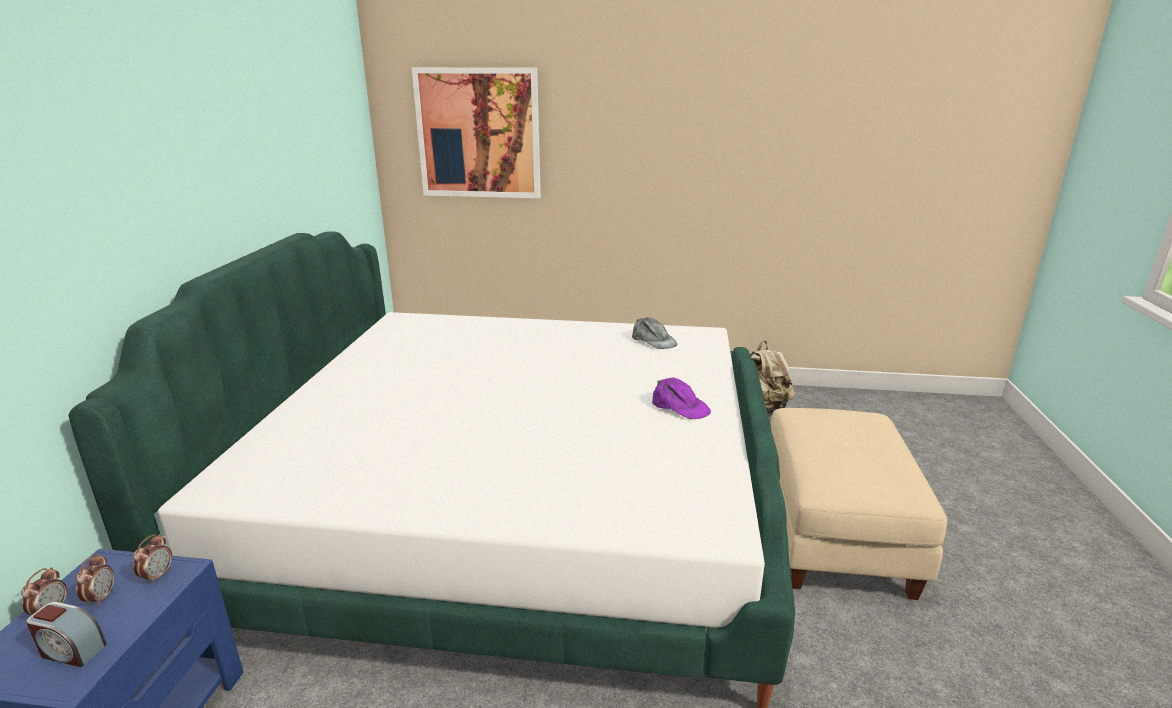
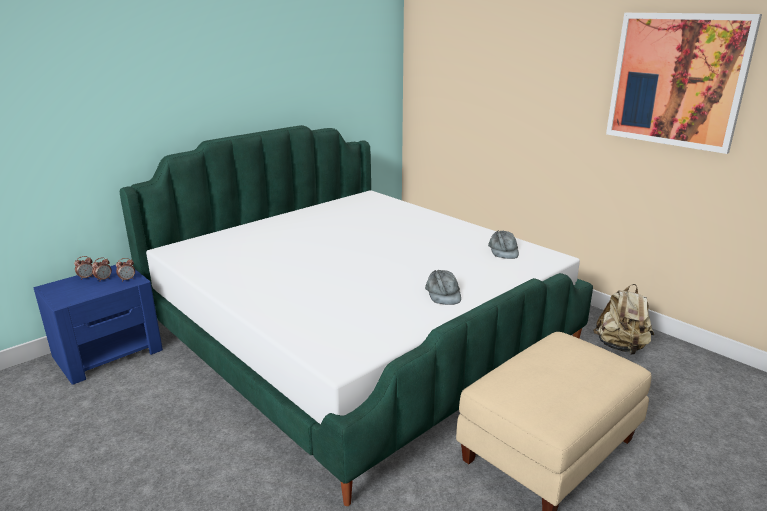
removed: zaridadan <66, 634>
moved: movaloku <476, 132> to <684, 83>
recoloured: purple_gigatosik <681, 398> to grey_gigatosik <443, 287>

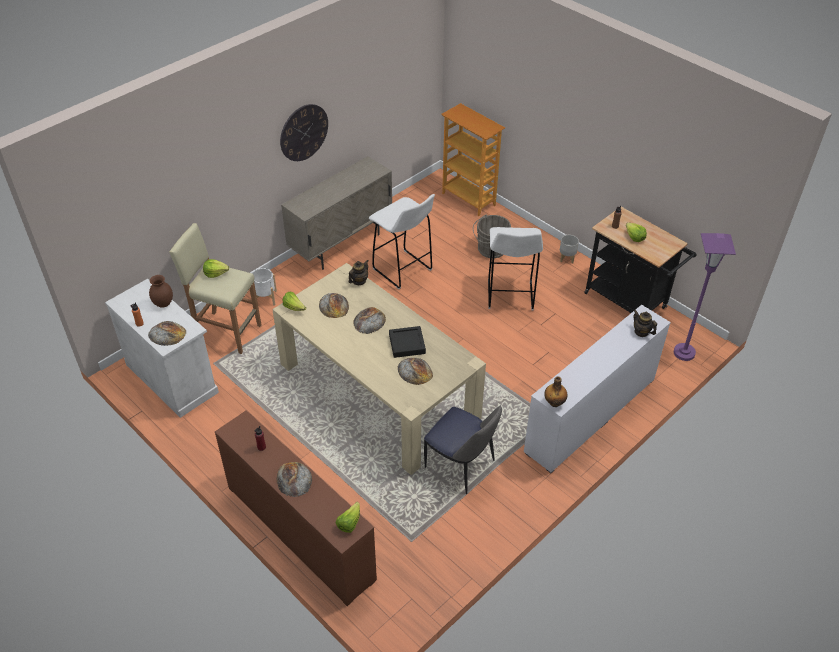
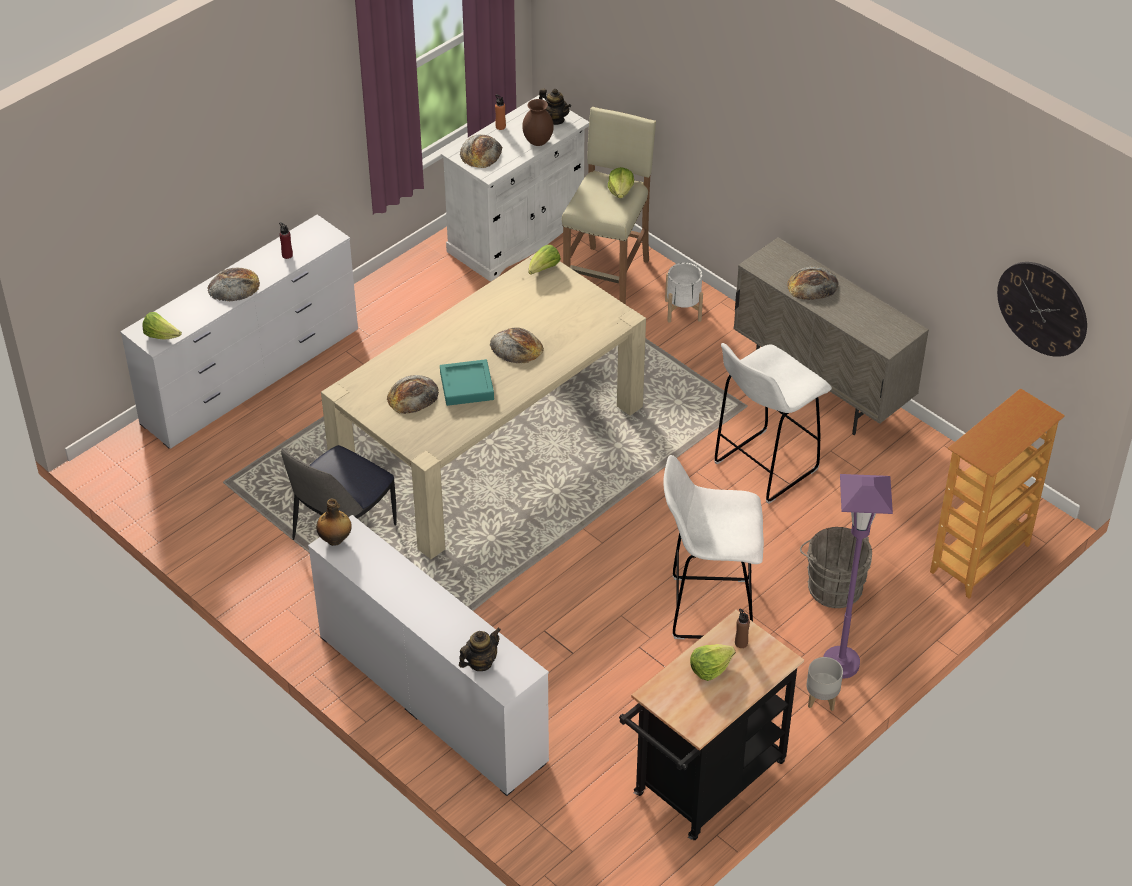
moved: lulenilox <304, 132> to <1042, 309>; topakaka <334, 305> to <813, 283>; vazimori <358, 272> to <555, 106>; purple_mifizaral <705, 297> to <858, 576>
recoloured: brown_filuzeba <296, 508> to white_filuzeba <239, 332>; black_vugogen <407, 342> to turquoise_vugogen <467, 382>

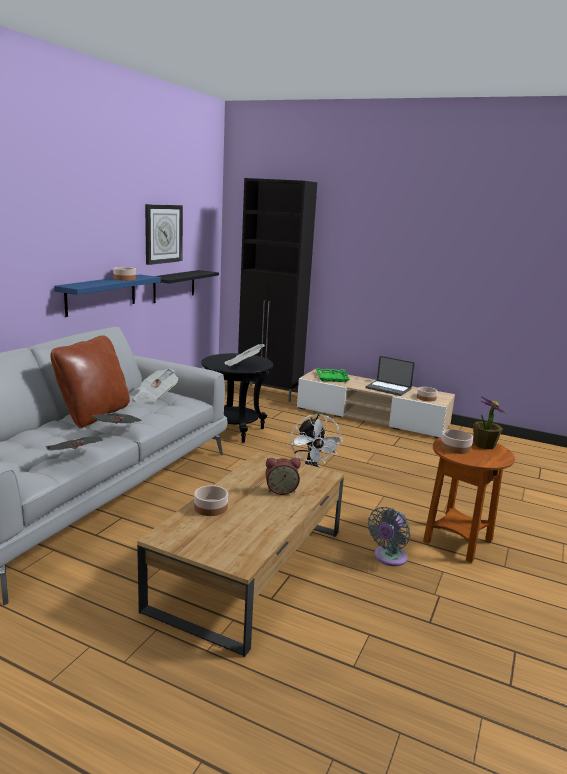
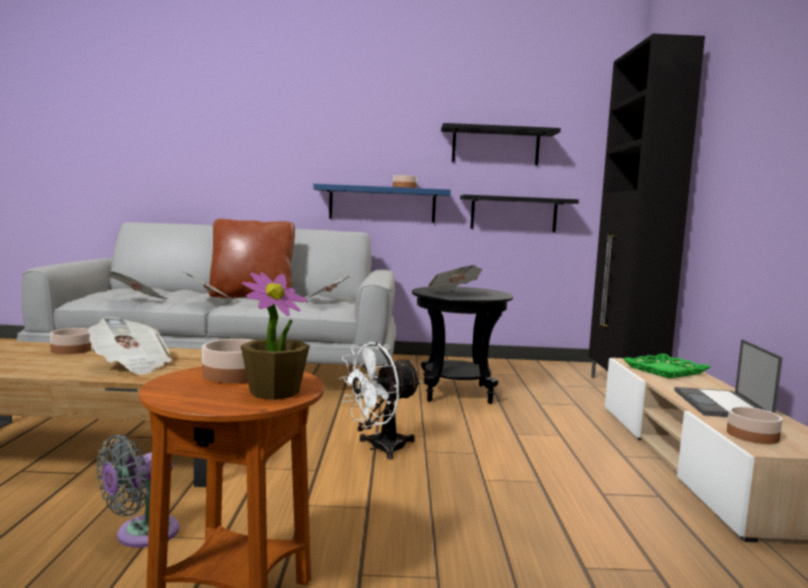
replaced: lulenilox <164, 234> to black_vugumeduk <501, 144>; zaridadan <283, 476> to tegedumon <130, 346>
turned: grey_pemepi <389, 536> = <137, 491> 60 degrees counterclockwise

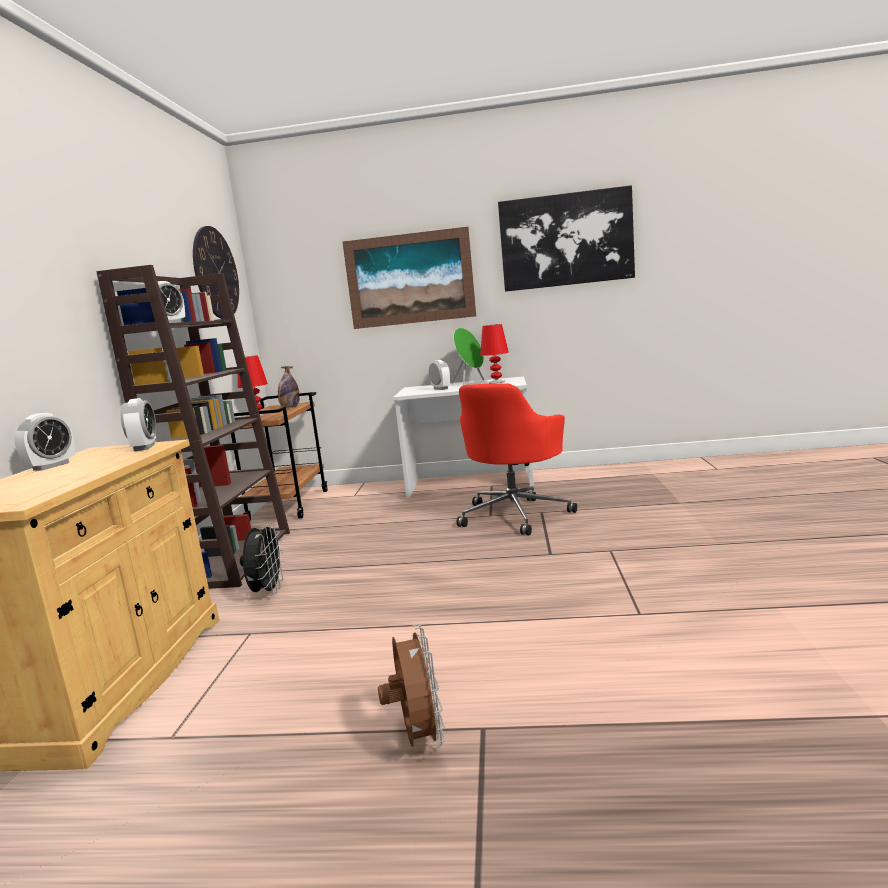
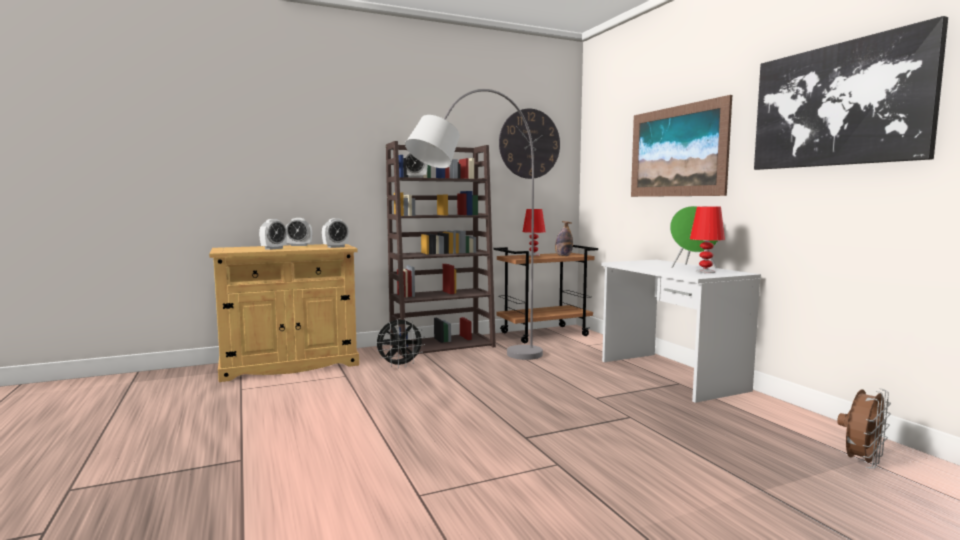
removed: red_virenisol <516, 459>
added: grey_mifizaral <474, 224>
moved: brown_pemepi <411, 686> to <864, 428>; zaridadan <439, 375> to <273, 234>

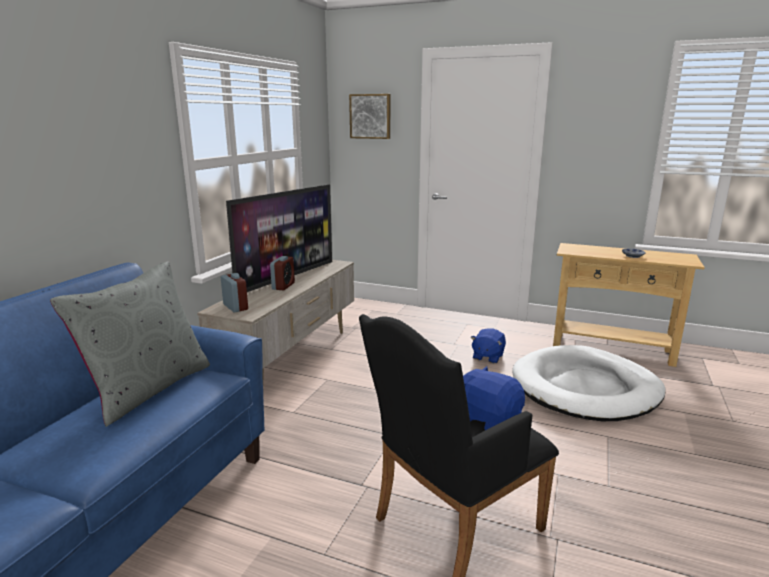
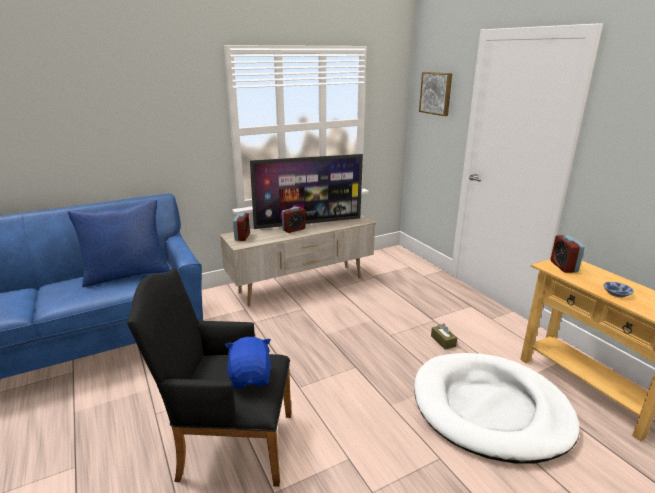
added: zaridadan <568, 254>
replaced: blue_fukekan <488, 346> to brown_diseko <444, 337>
recoloured: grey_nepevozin <130, 344> to blue_nepevozin <119, 243>

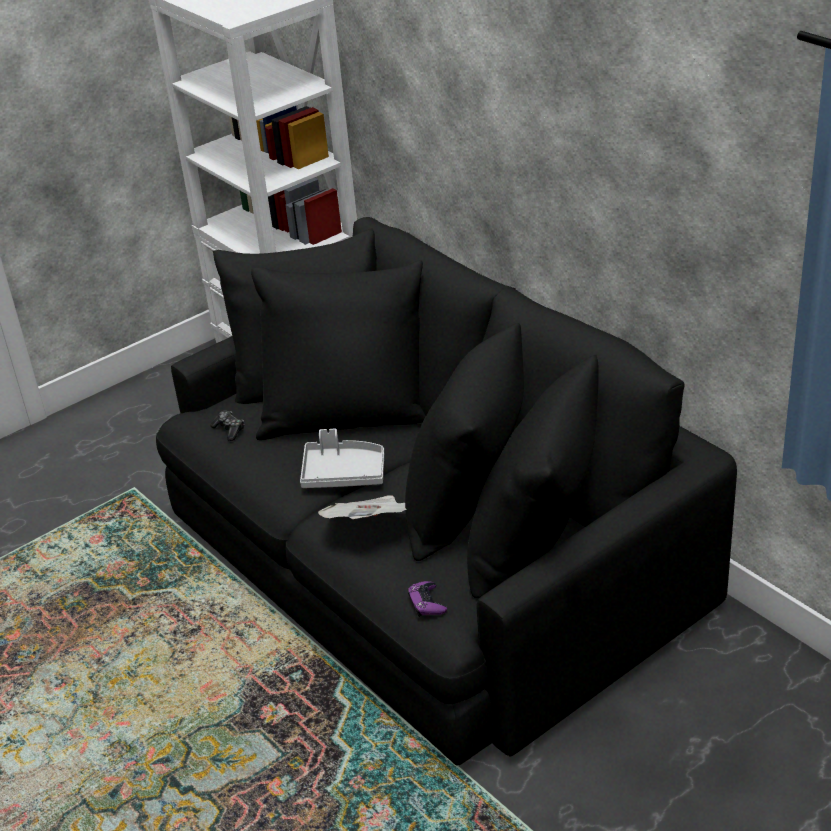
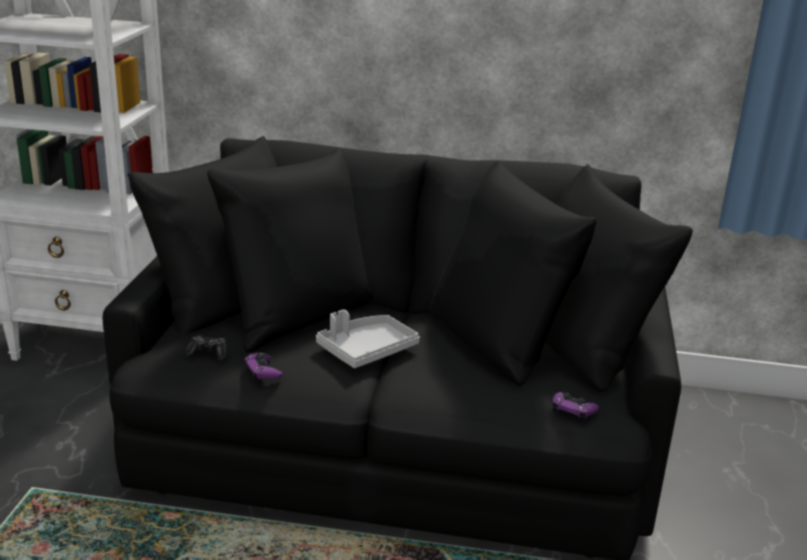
removed: tegedumon <362, 507>
added: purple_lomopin <263, 367>

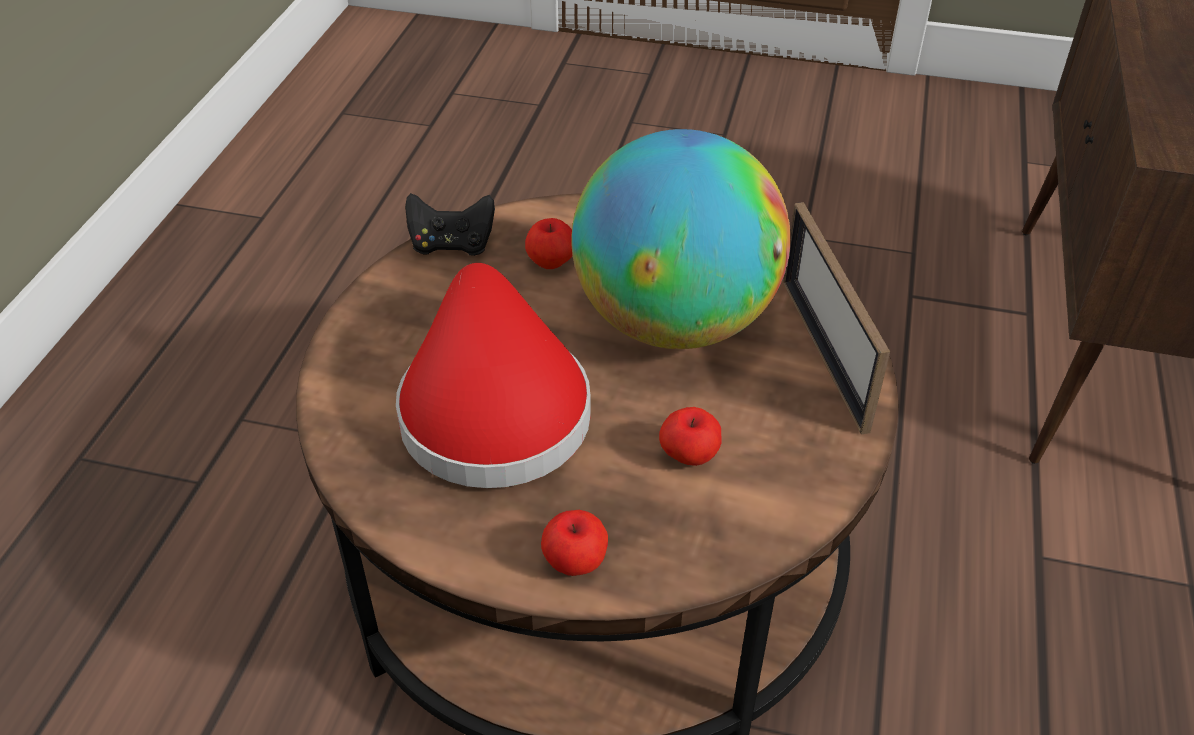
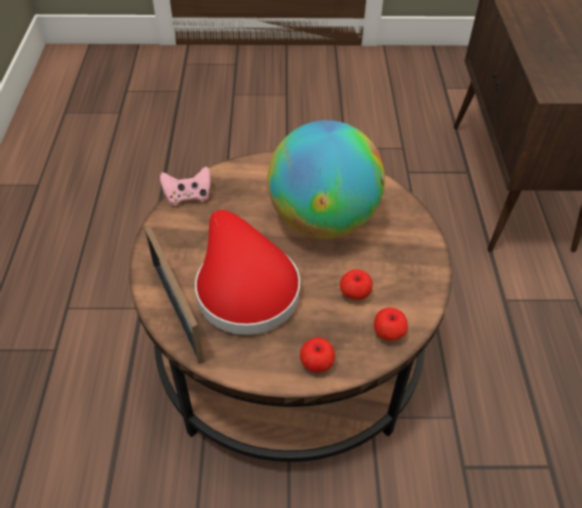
moved: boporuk <549, 243> to <391, 324>; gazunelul <836, 318> to <174, 295>
recoloured: black_lomopin <450, 224> to pink_lomopin <185, 185>

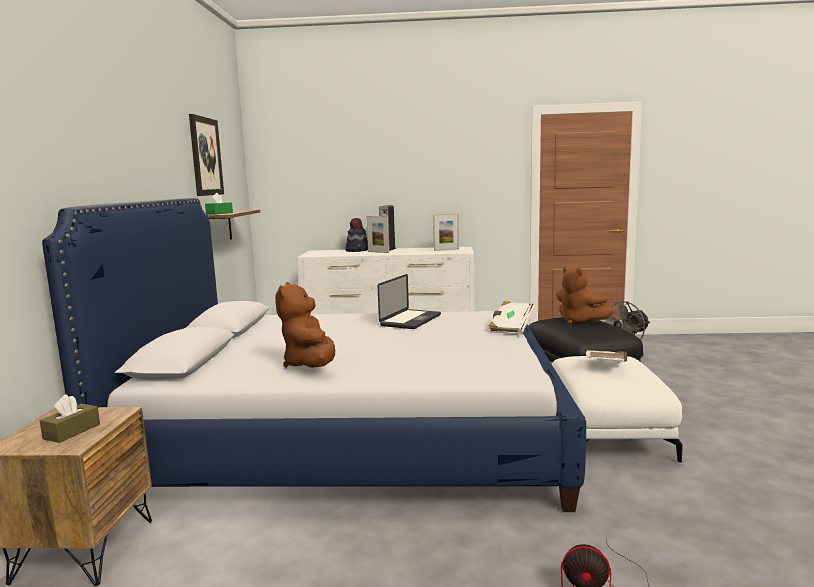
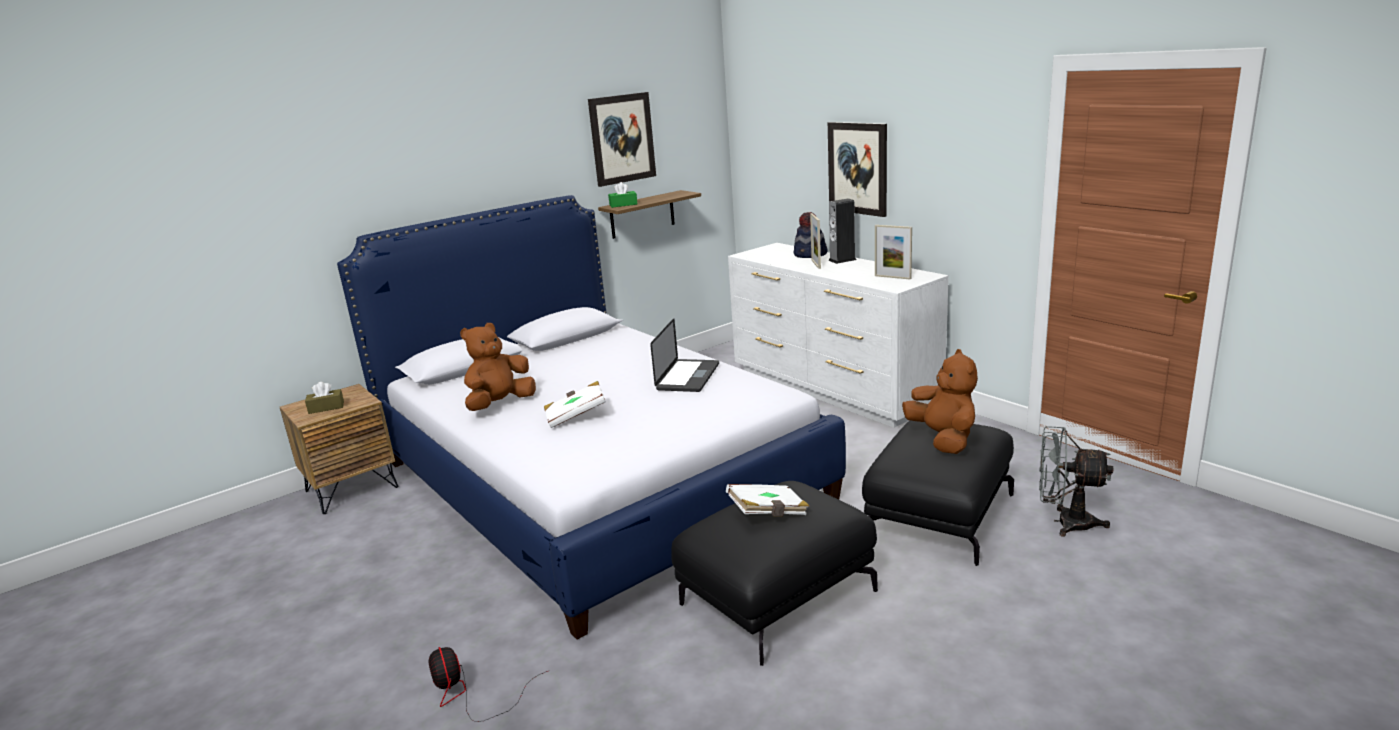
added: movaloku <857, 169>
moved: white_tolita <512, 317> to <575, 404>
recoloured: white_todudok <617, 409> to black_todudok <774, 573>
turned: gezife <409, 301> = <684, 355> 60 degrees counterclockwise; brown_fukekan <584, 296> = <940, 401> 150 degrees clockwise

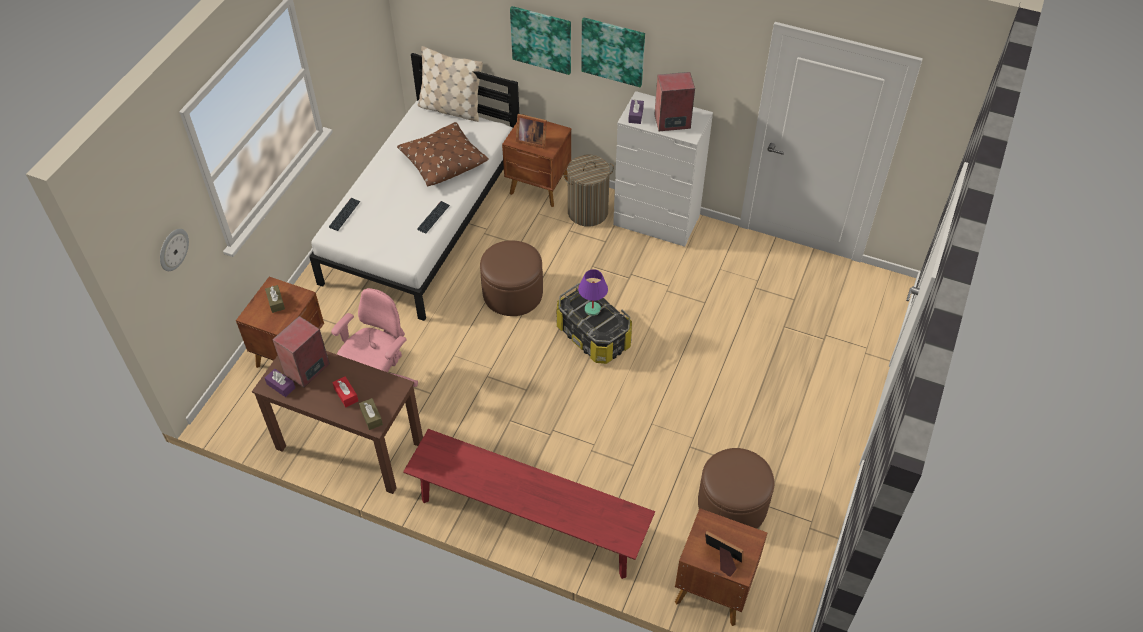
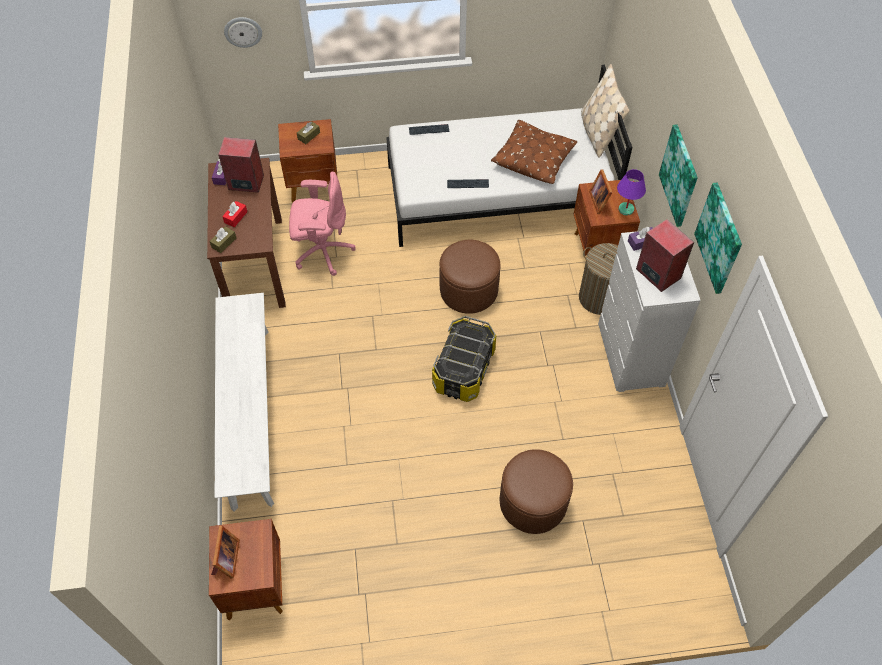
moved: movaloku <540, 40> to <718, 238>; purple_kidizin <593, 292> to <631, 192>; brown_todudok <736, 488> to <536, 491>
recoloured: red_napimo <529, 504> to white_napimo <244, 402>

